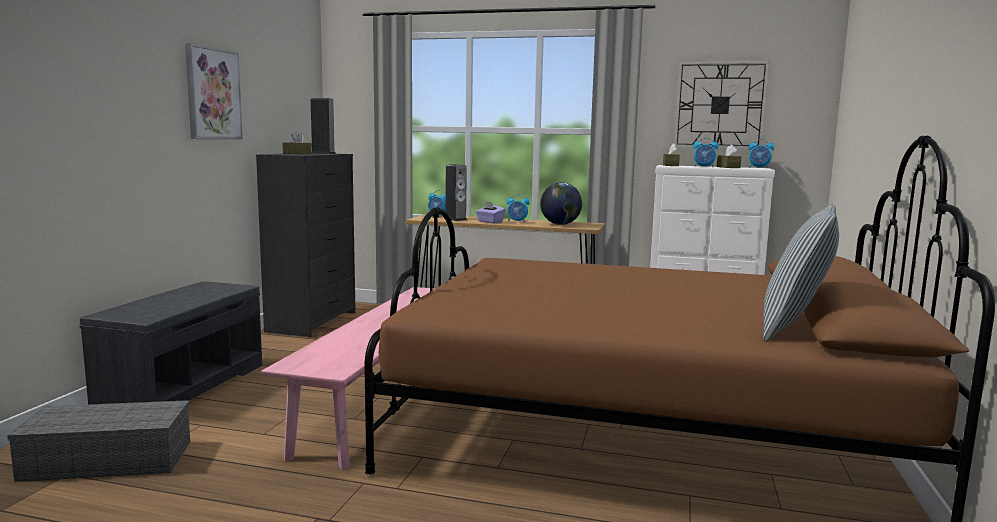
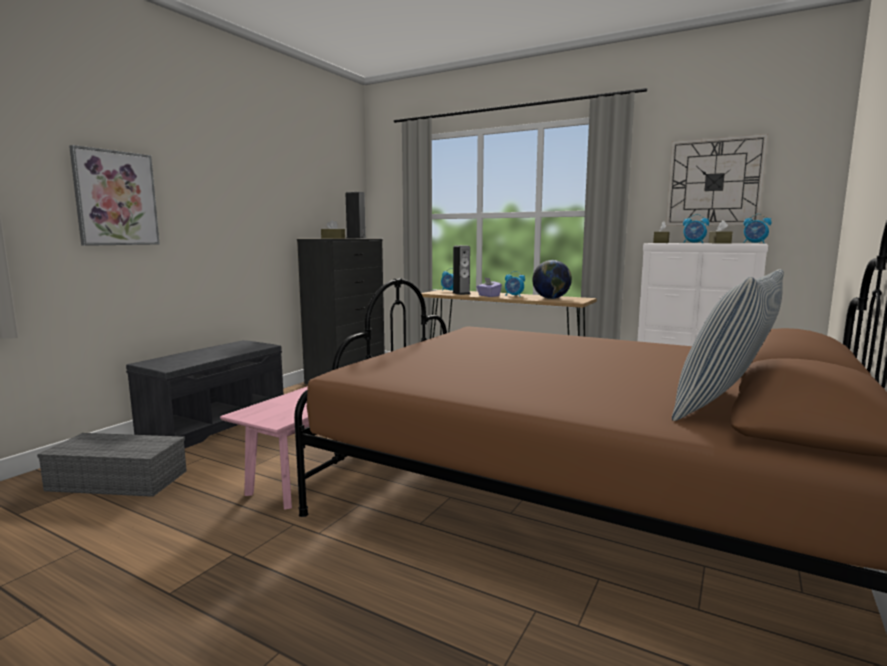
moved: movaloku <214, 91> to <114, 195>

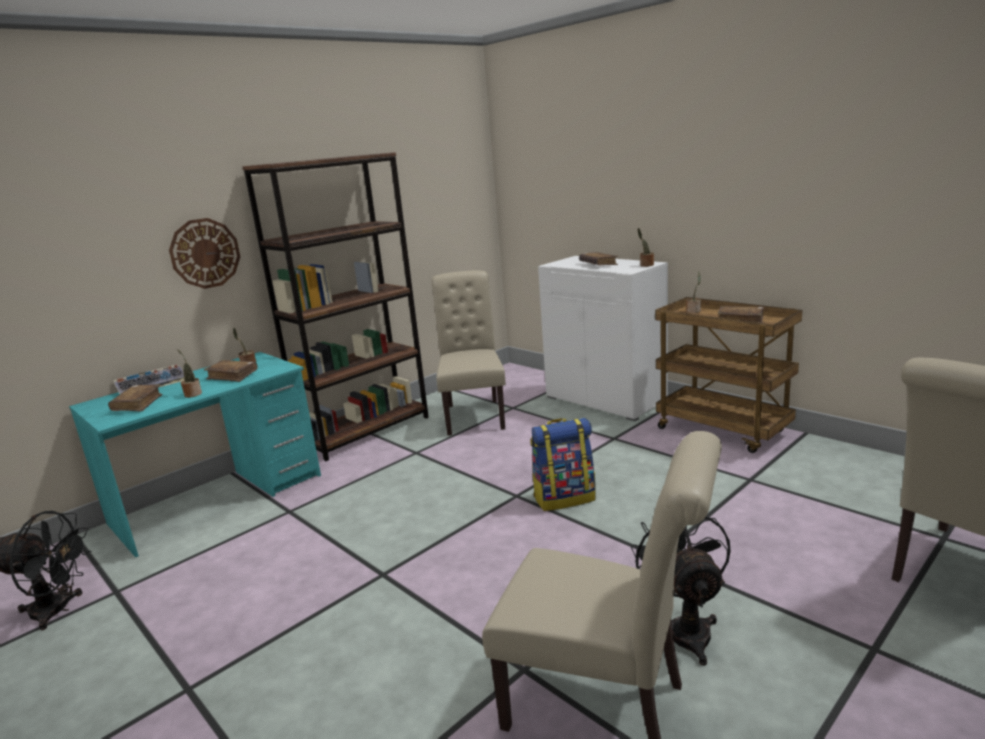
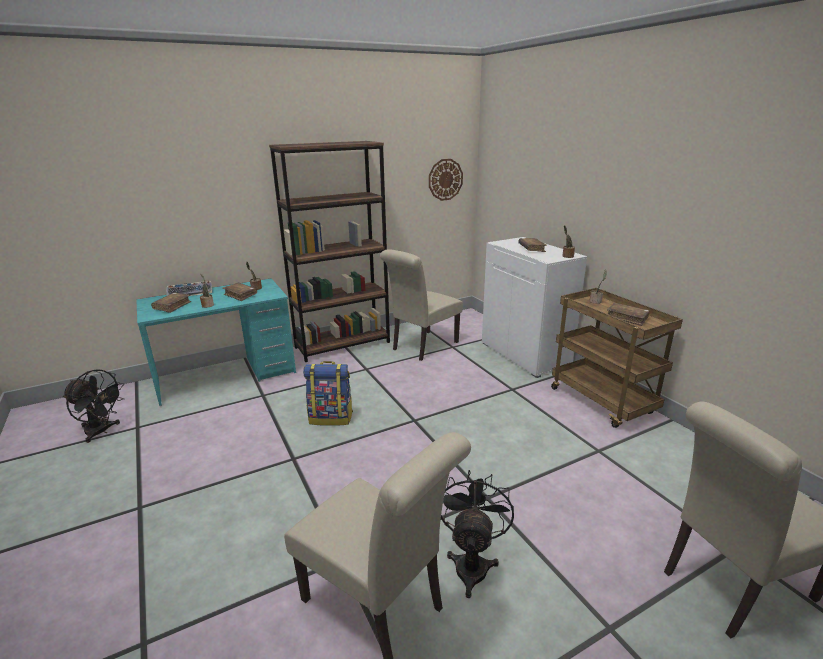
moved: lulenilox <204, 253> to <446, 180>; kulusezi <563, 464> to <328, 393>
turned: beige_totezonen <469, 353> = <421, 305> 150 degrees counterclockwise

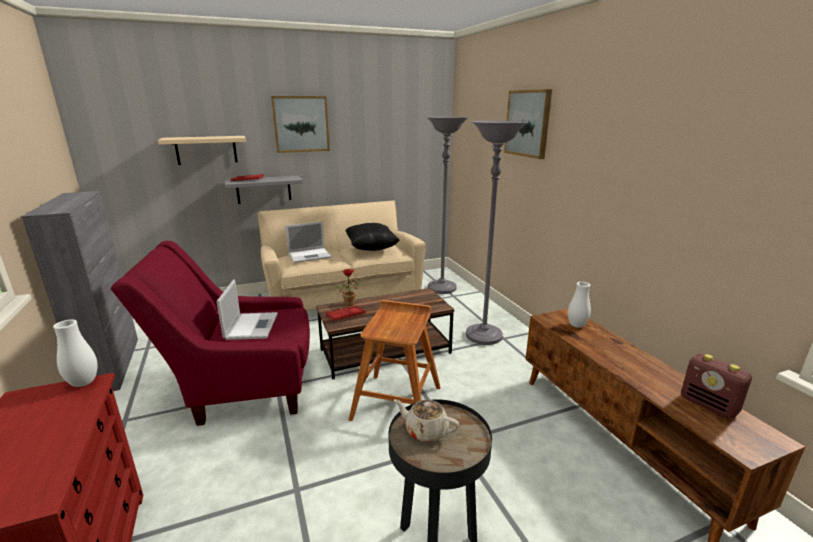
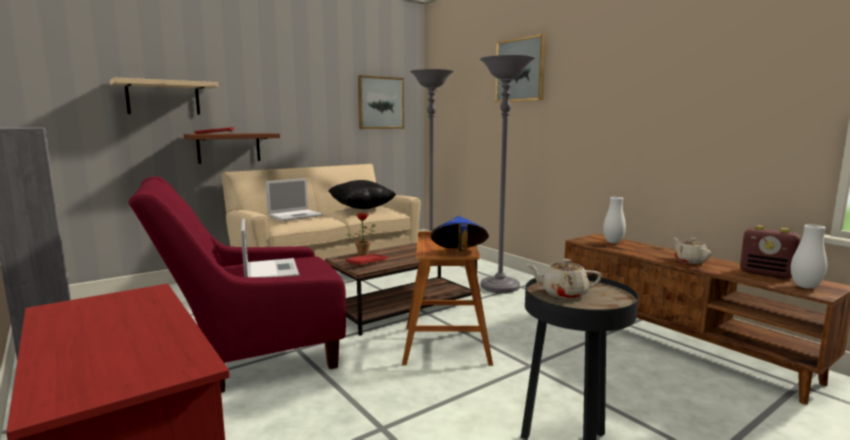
added: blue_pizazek <460, 233>; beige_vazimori <692, 250>
moved: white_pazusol <75, 353> to <808, 257>; movaloku <300, 124> to <381, 102>
recoloured: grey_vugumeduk <264, 190> to brown_vugumeduk <232, 148>

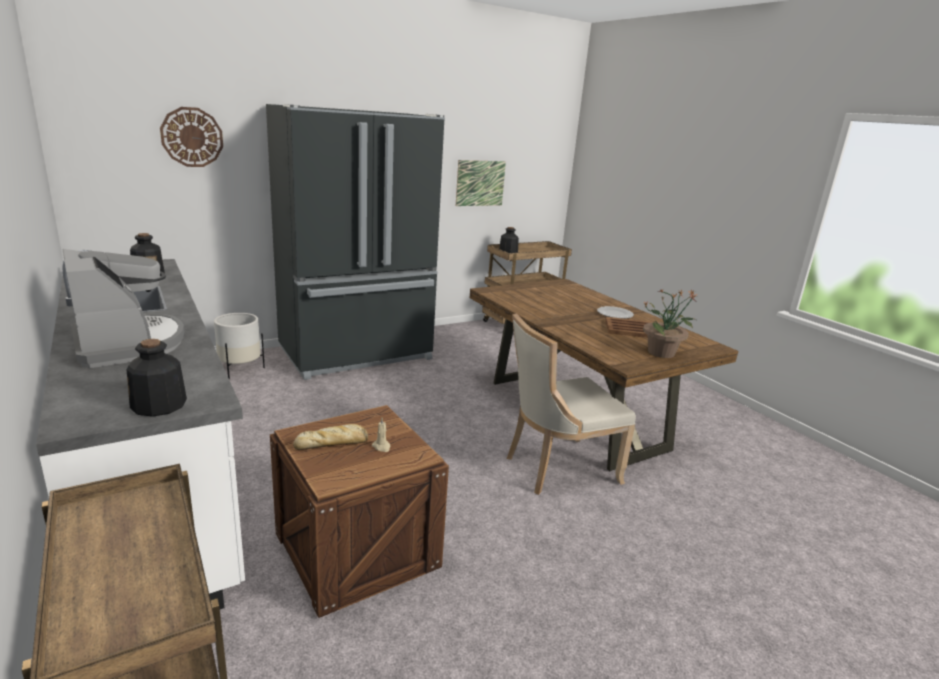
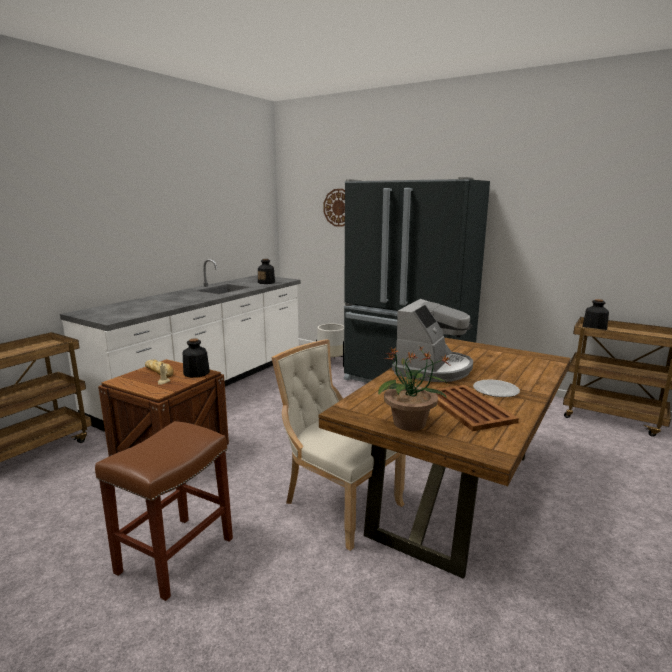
removed: movaloku <481, 183>
added: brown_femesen <164, 511>
moved: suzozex <124, 308> to <432, 340>; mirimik <156, 378> to <196, 358>

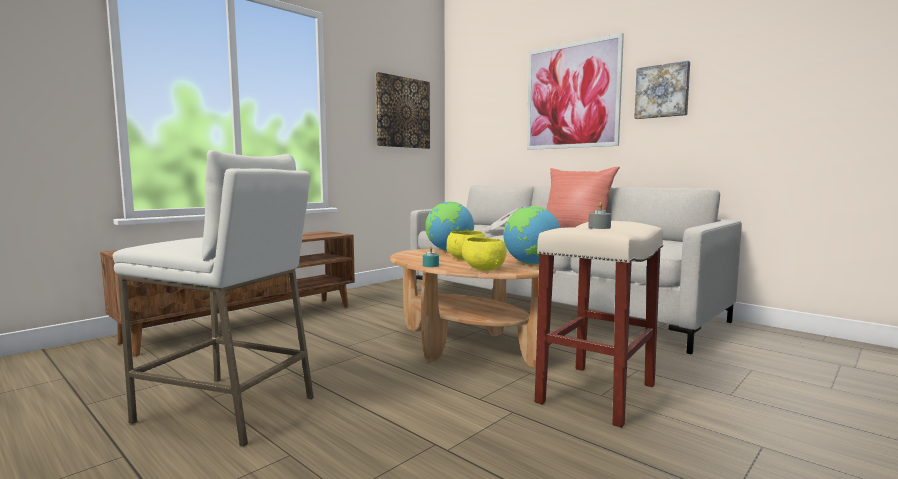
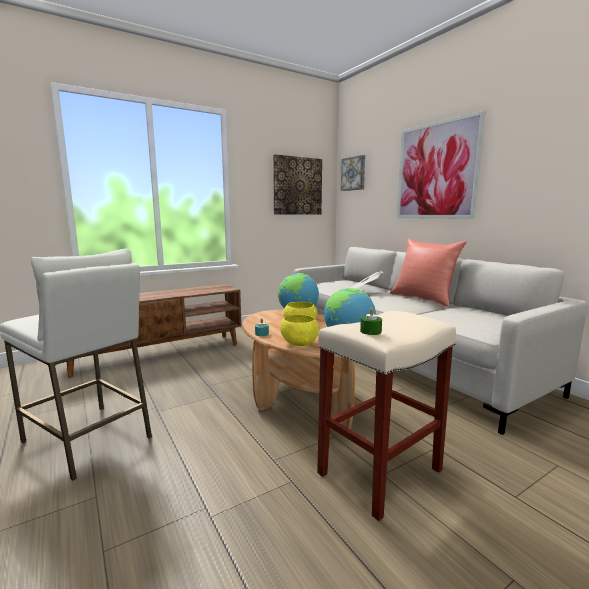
moved: movaloku <662, 90> to <353, 173>
recoloured: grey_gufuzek <599, 215> to green_gufuzek <371, 321>

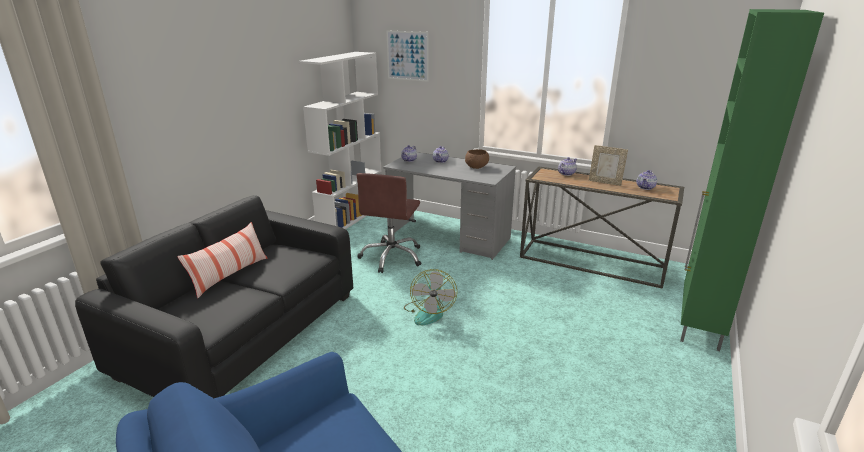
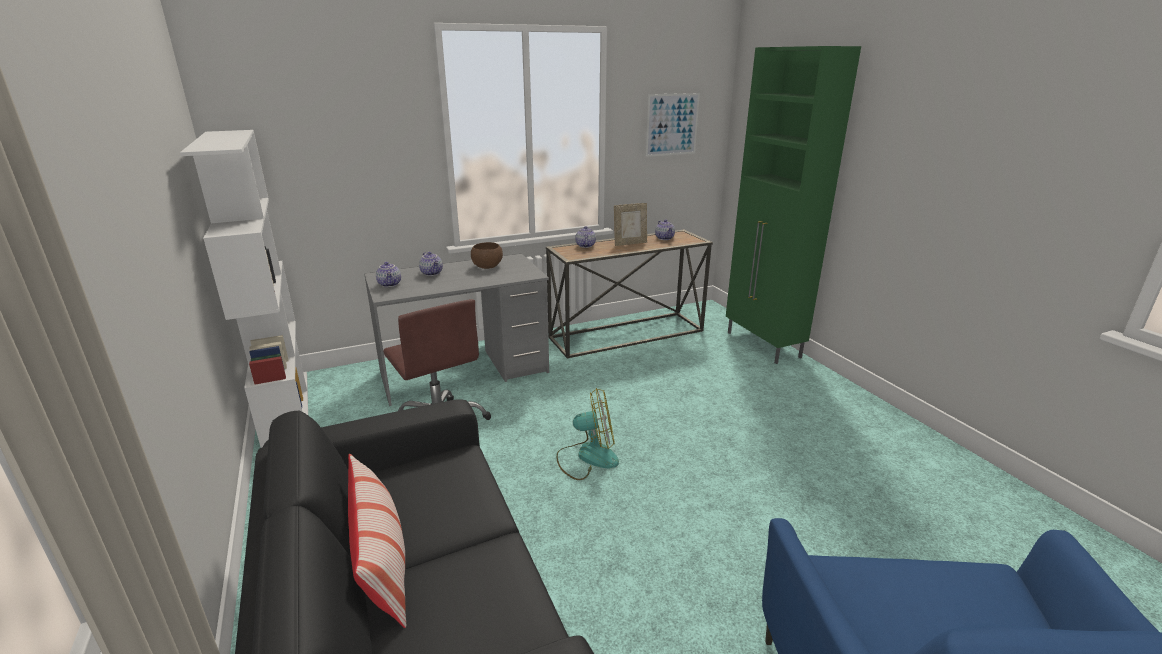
moved: movaloku <407, 56> to <672, 125>
turned: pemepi <430, 297> = <587, 434> 45 degrees counterclockwise

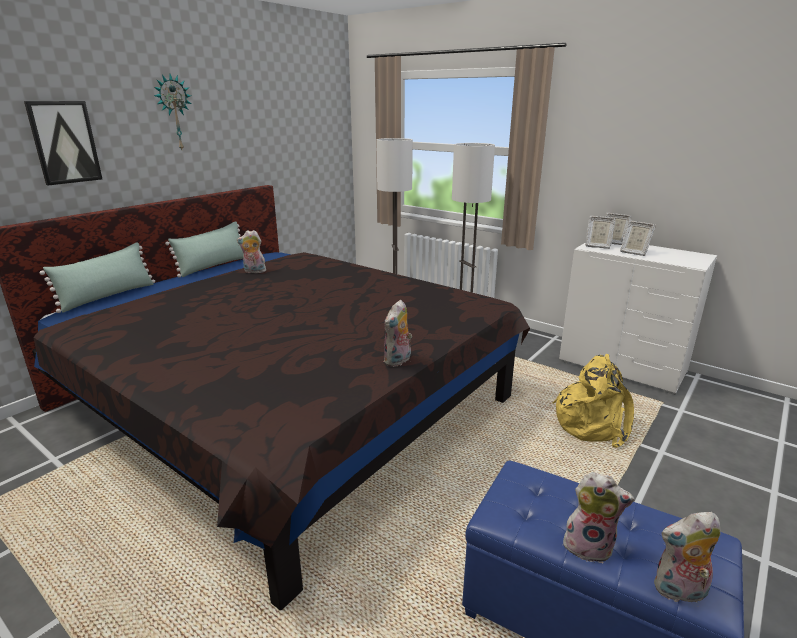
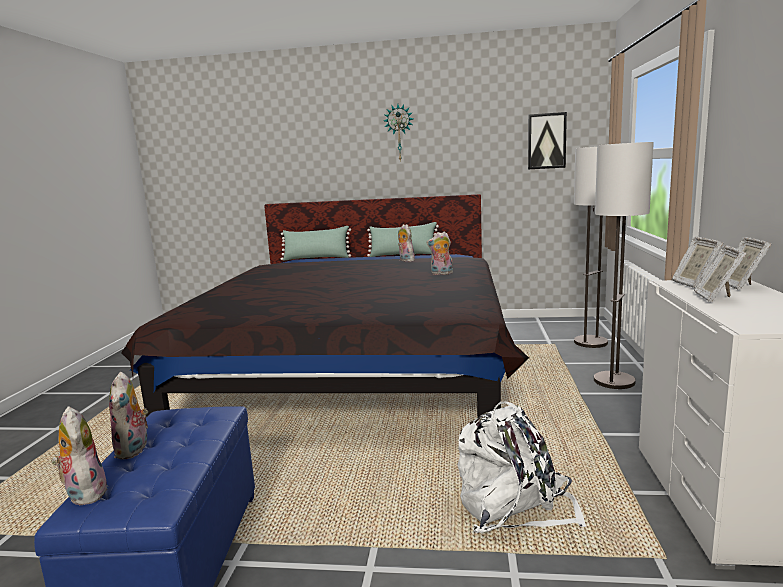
moved: movaloku <63, 143> to <547, 140>; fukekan <397, 333> to <439, 253>
recoloured: yellow_kulusezi <593, 401> to white_kulusezi <521, 467>

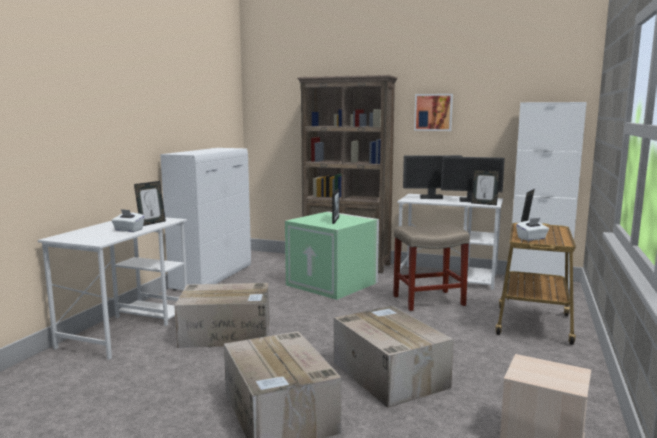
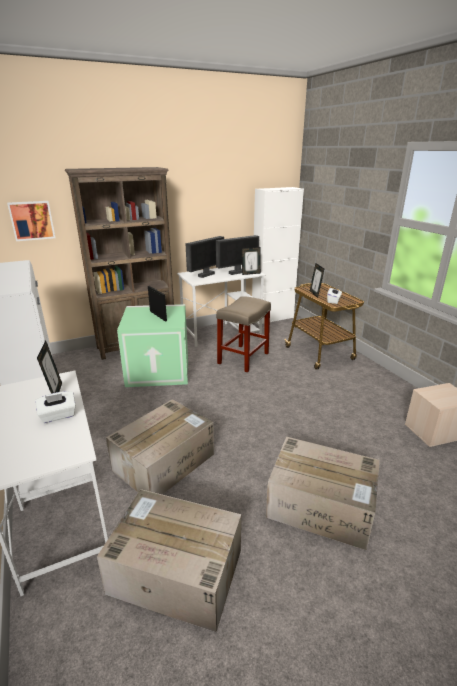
moved: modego <394, 357> to <169, 560>; movaloku <433, 112> to <31, 221>

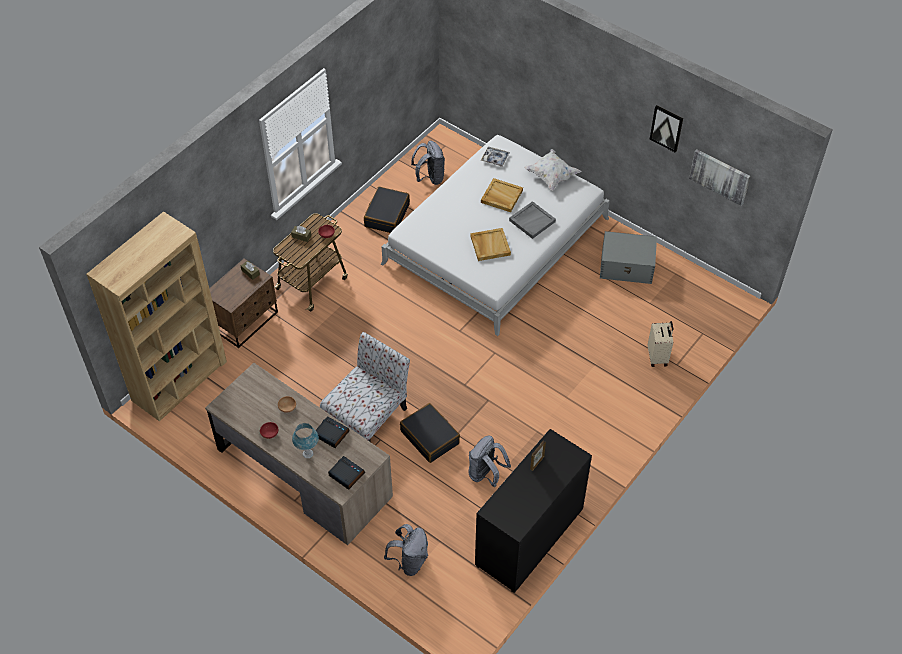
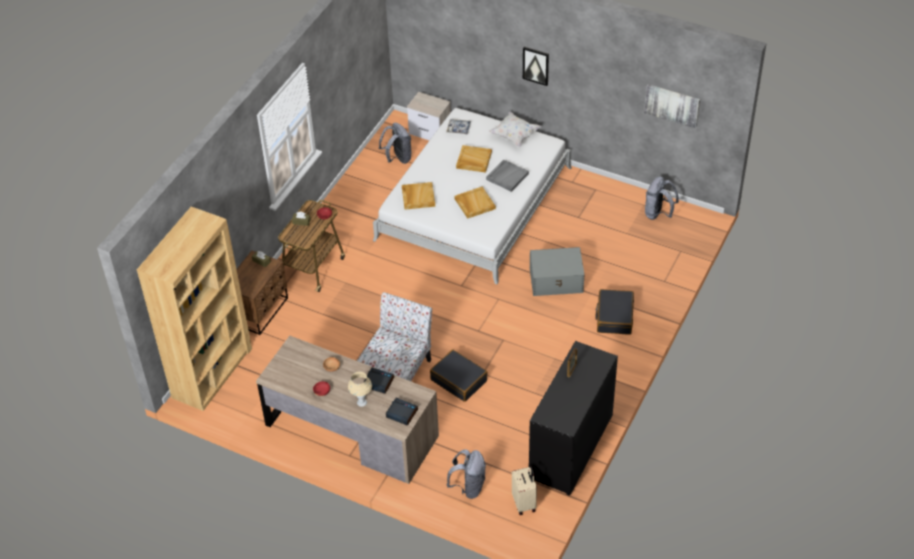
added: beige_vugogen <418, 196>; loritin <429, 116>
moved: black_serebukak <387, 210> to <614, 312>; grey_kulusezi <490, 461> to <662, 198>; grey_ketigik <628, 257> to <557, 271>; beige_serebukak <660, 344> to <524, 490>; movaloku <666, 129> to <536, 66>
recoloured: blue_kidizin <305, 440> to beige_kidizin <360, 389>

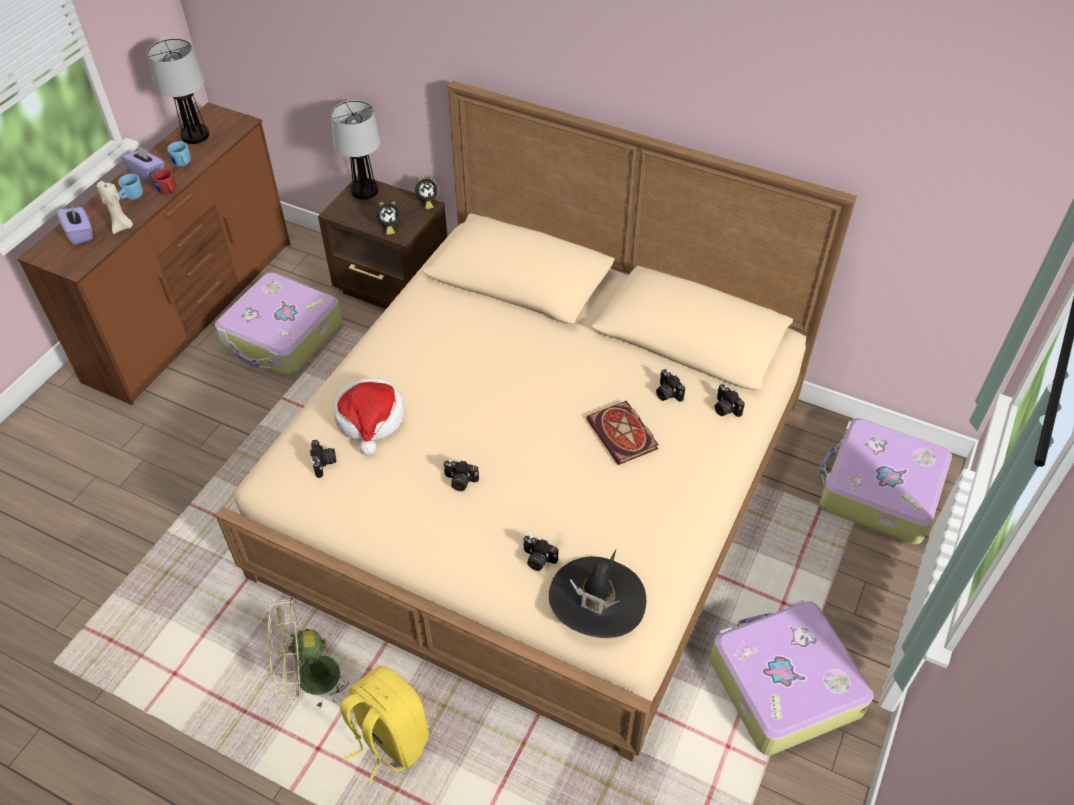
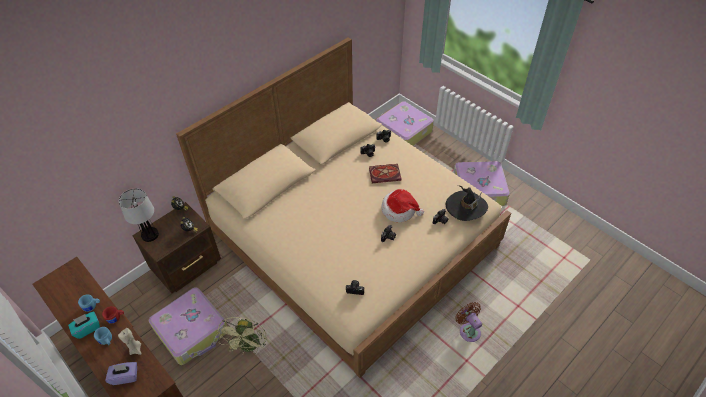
removed: kidizin <178, 91>
moved: green_pemepi <308, 654> to <242, 336>; pizazek <369, 417> to <402, 205>
replaced: yellow_kulusezi <384, 724> to brown_pemepi <468, 322>
recoloured: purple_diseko <143, 164> to turquoise_diseko <84, 325>

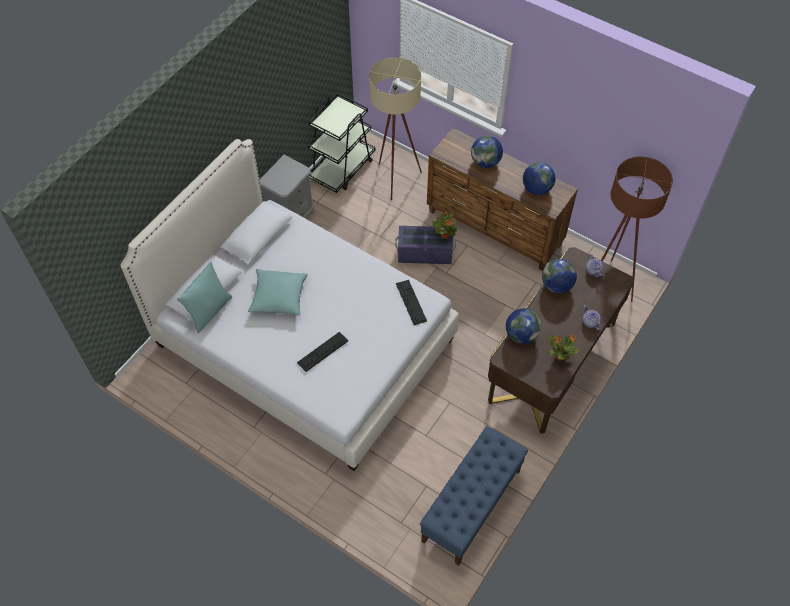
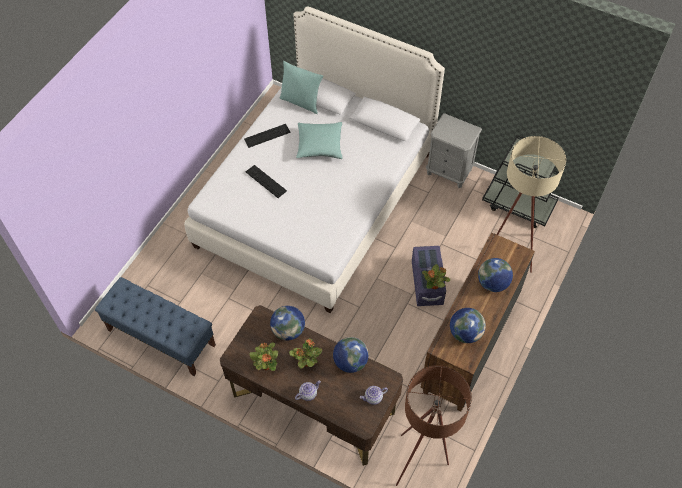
added: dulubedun <305, 353>
moved: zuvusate <411, 302> to <267, 136>

